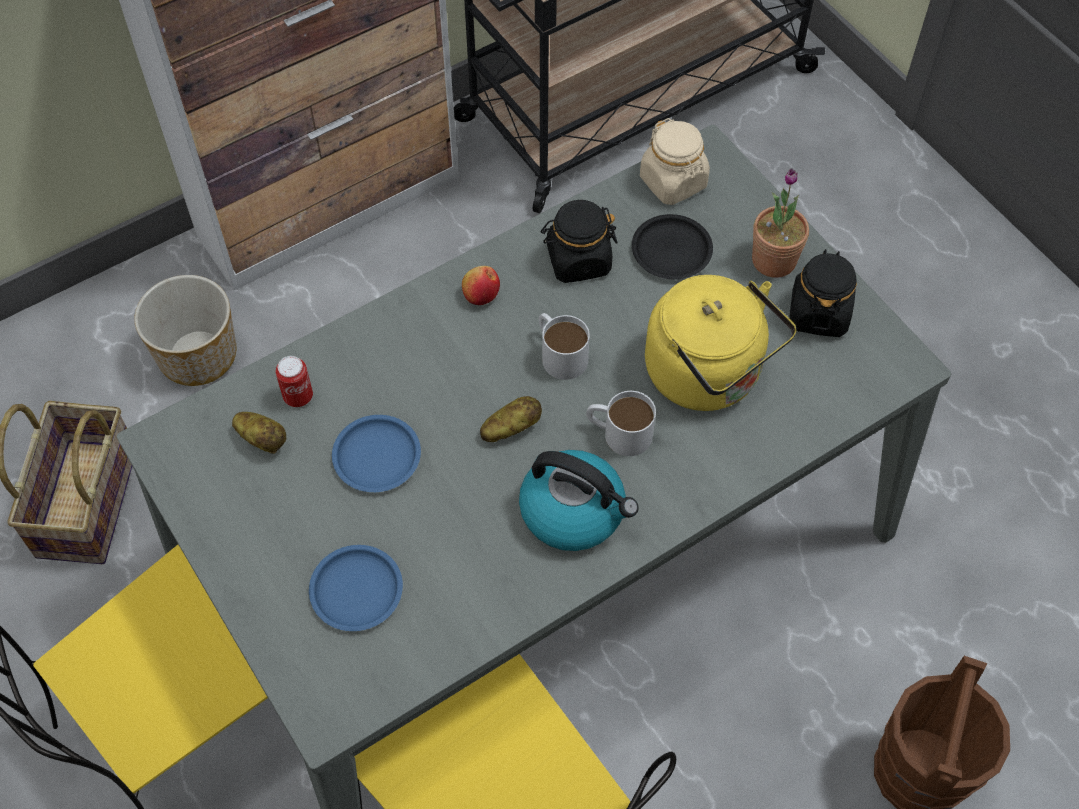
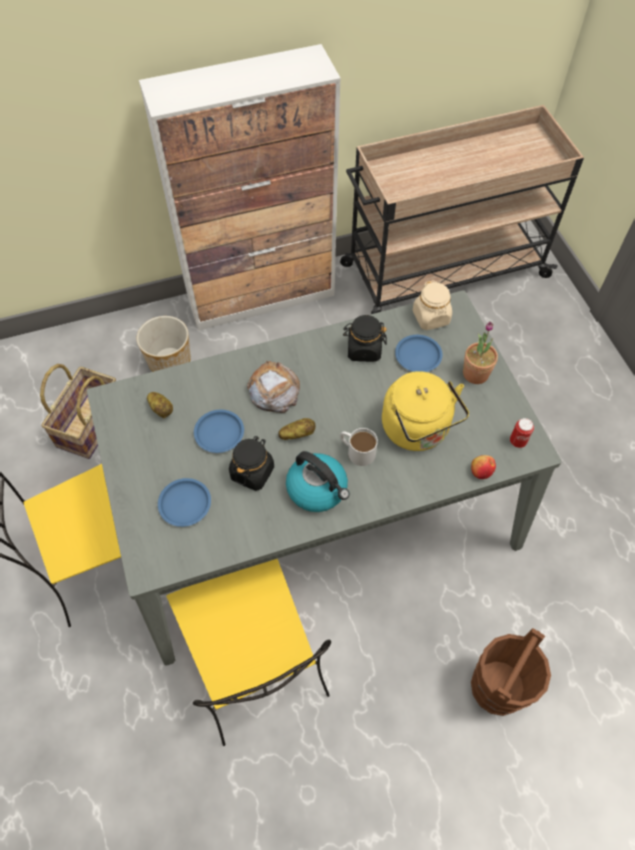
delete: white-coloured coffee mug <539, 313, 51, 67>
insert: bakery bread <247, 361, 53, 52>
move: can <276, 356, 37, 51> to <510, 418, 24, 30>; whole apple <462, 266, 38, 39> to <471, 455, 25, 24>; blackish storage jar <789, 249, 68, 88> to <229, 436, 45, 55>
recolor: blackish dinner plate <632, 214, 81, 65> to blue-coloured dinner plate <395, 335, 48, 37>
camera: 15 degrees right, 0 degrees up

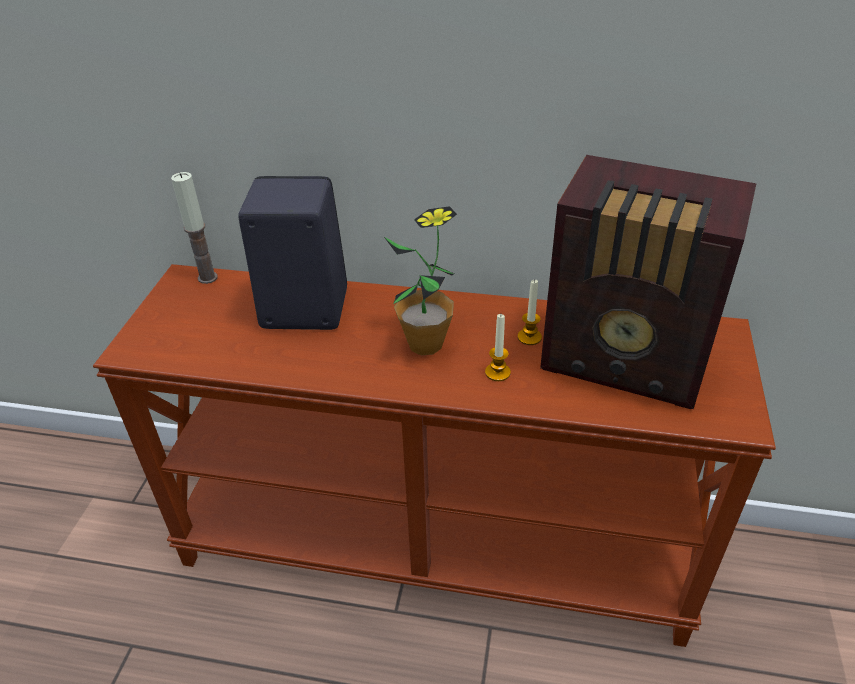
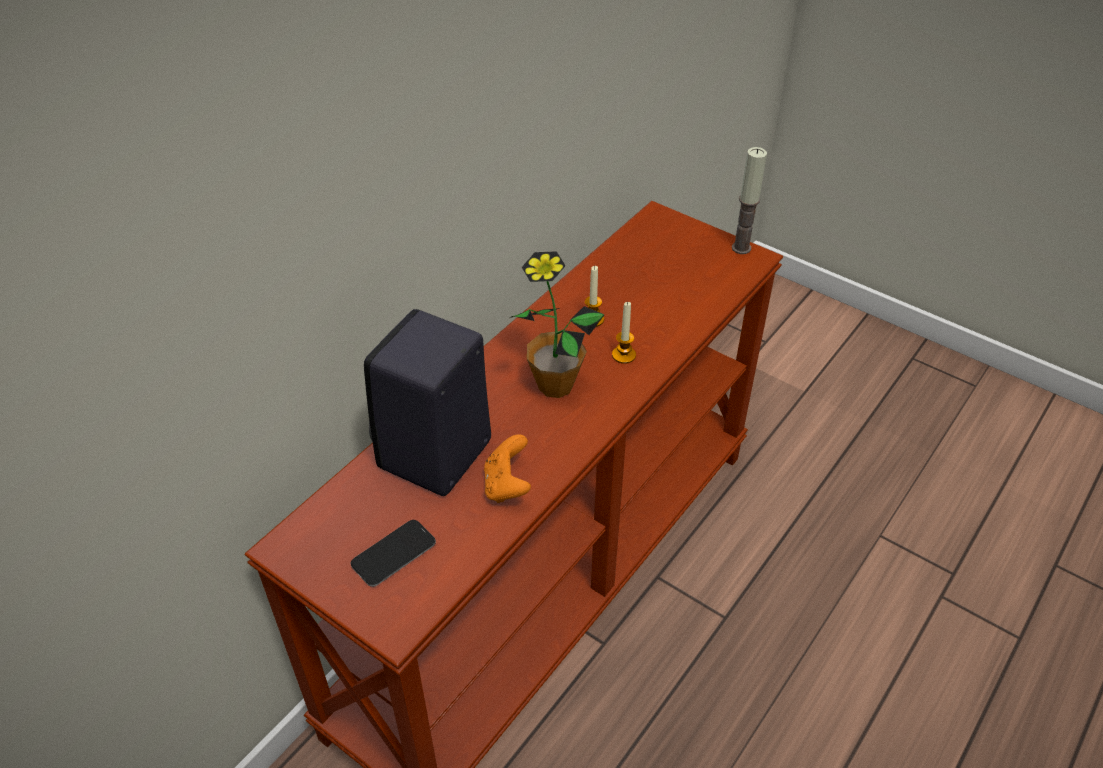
delete: radio set <540, 155, 217, 254>
insert: handset <351, 520, 85, 67>; orangey gamepad <484, 434, 47, 69>
move: candle <171, 172, 47, 112> to <732, 147, 35, 107>
camera: 65 degrees left, 5 degrees up

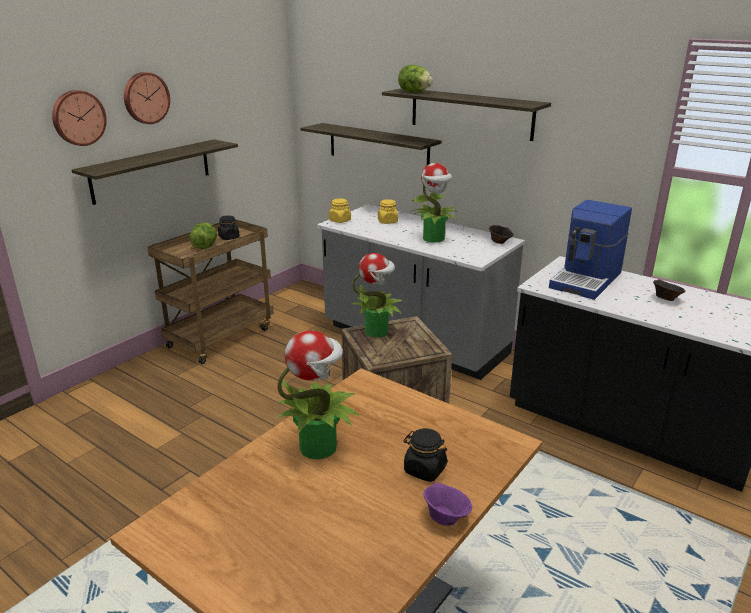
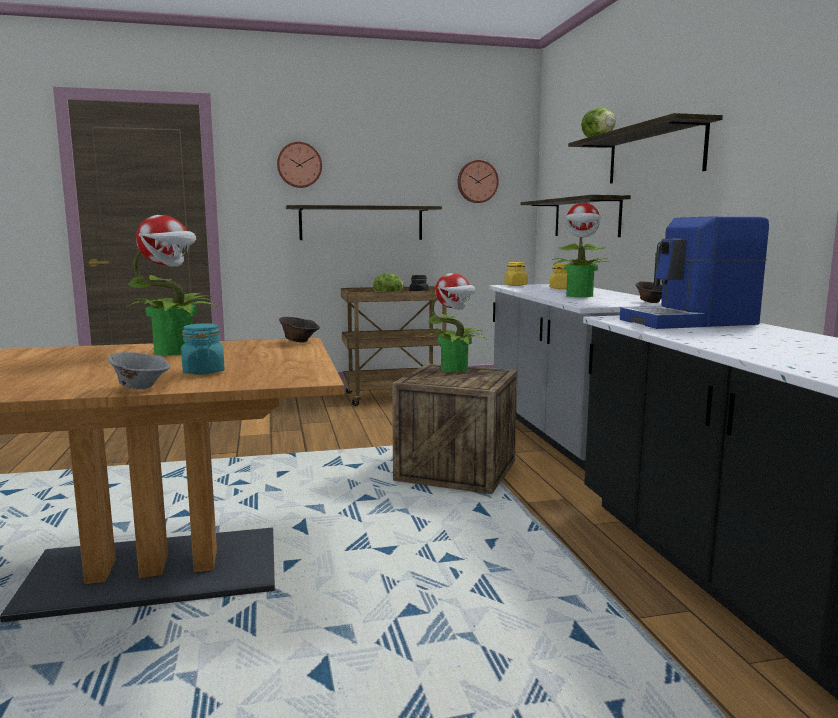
move: clock on the wall <124, 72, 46, 52> to <457, 160, 42, 43>; brown deep dish <653, 280, 32, 21> to <279, 317, 41, 26>
recolor: blackish storage jar <404, 428, 44, 54> to blue-green storage jar <181, 324, 44, 51>; purple-coloured deep dish <423, 483, 49, 43> to gray deep dish <108, 352, 62, 37>
camera: 40 degrees right, 15 degrees down

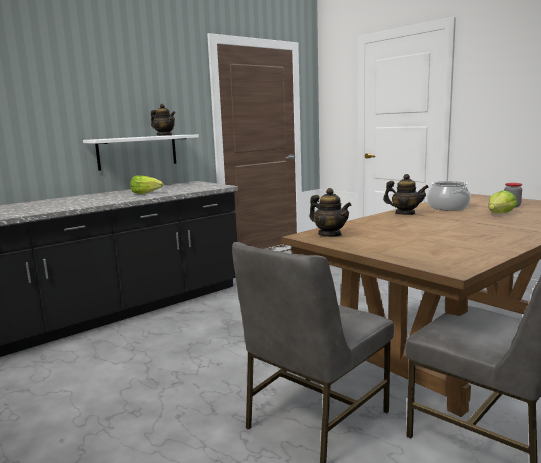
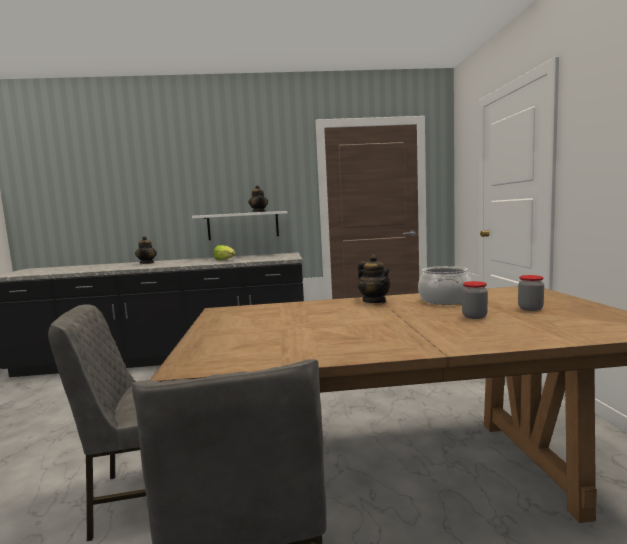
move: pot for tea <309, 188, 42, 49> to <135, 236, 22, 28>
replace: lettuce <488, 190, 30, 23> to storage jar <462, 281, 26, 38>
camera: 35 degrees right, 5 degrees down

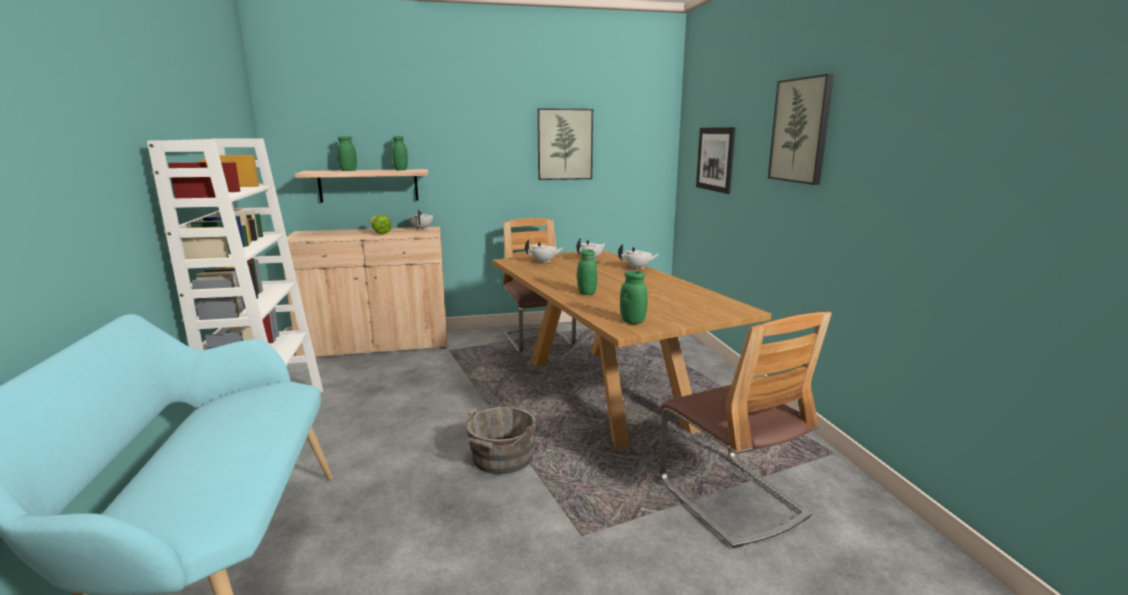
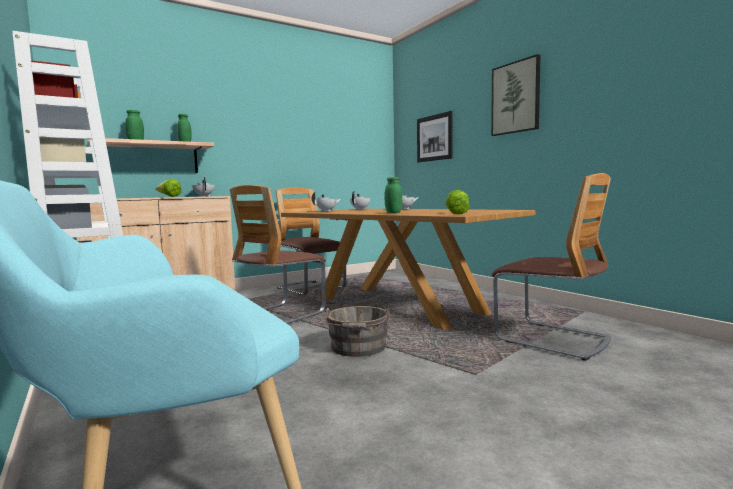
delete: wall picture <537, 108, 56, 72>
insert: upright chair <230, 185, 96, 139>
replace: green-coloured storage jar <620, 271, 28, 53> to lettuce <445, 190, 25, 25>
camera: 20 degrees left, 10 degrees down

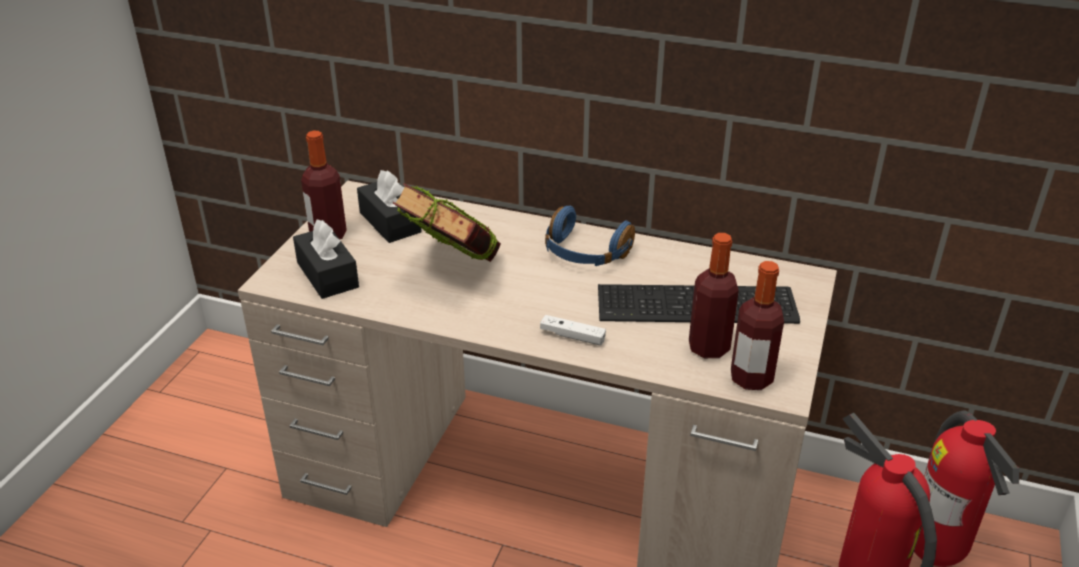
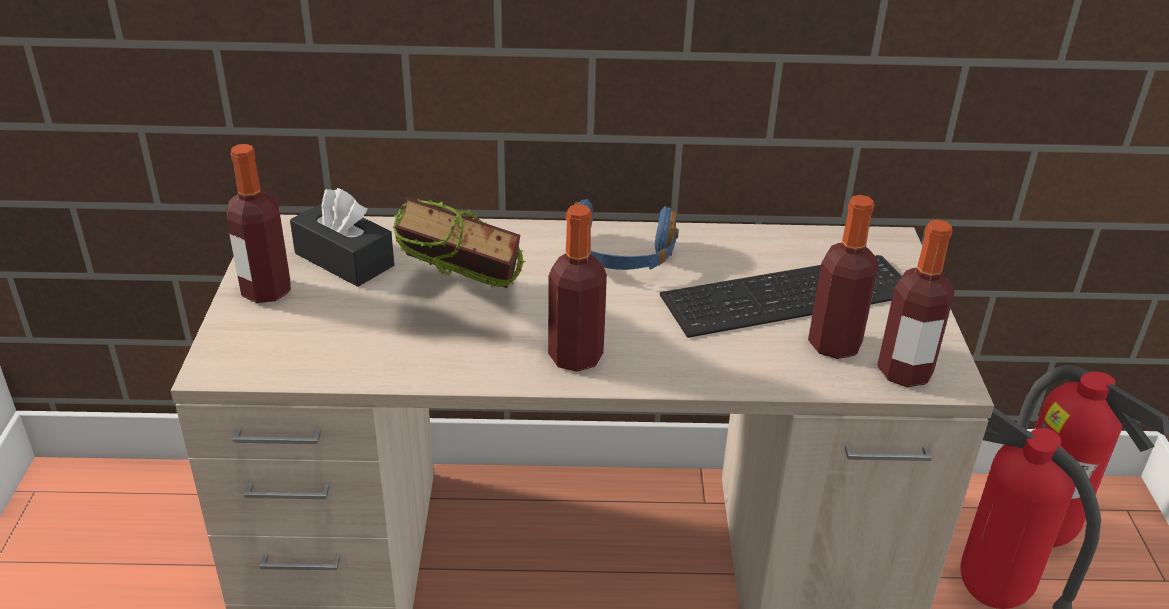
delete: blackish box of tissues <293, 219, 66, 80>; white-coloured gamepad <540, 315, 66, 31>
insert: drink bottle <548, 204, 59, 168>
camera: 20 degrees left, 0 degrees up

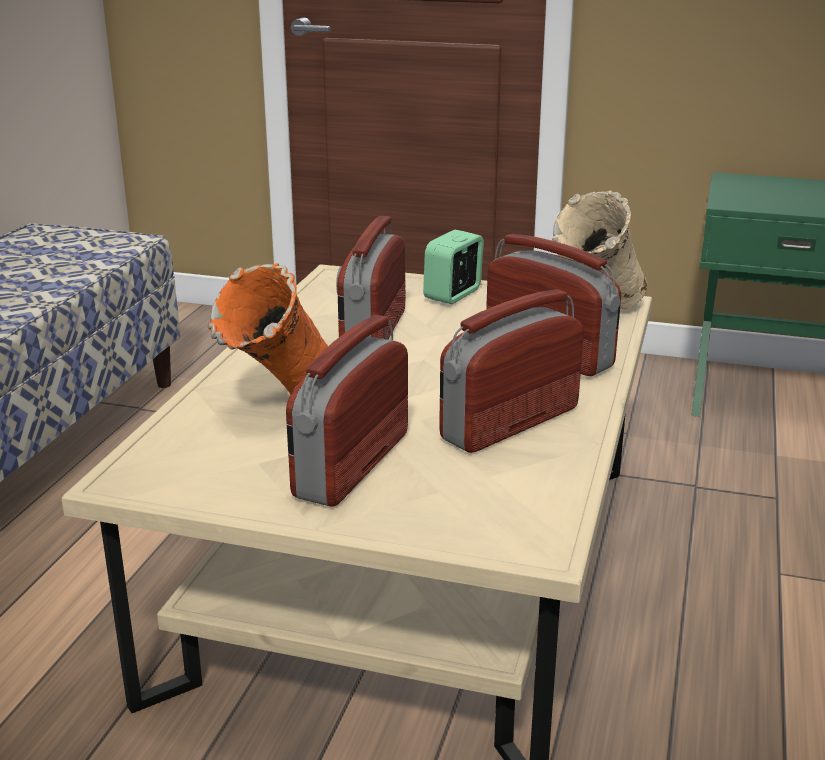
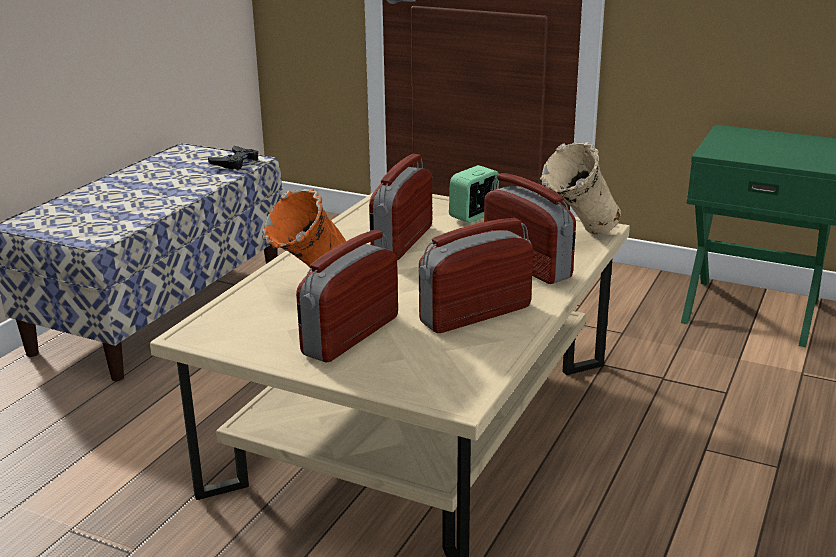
insert: blackish gamepad <208, 146, 50, 24>
camera: 10 degrees right, 0 degrees up

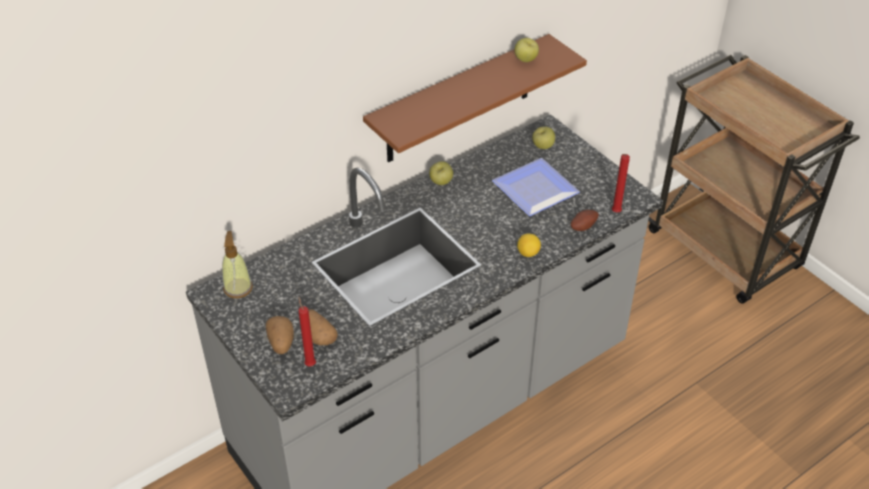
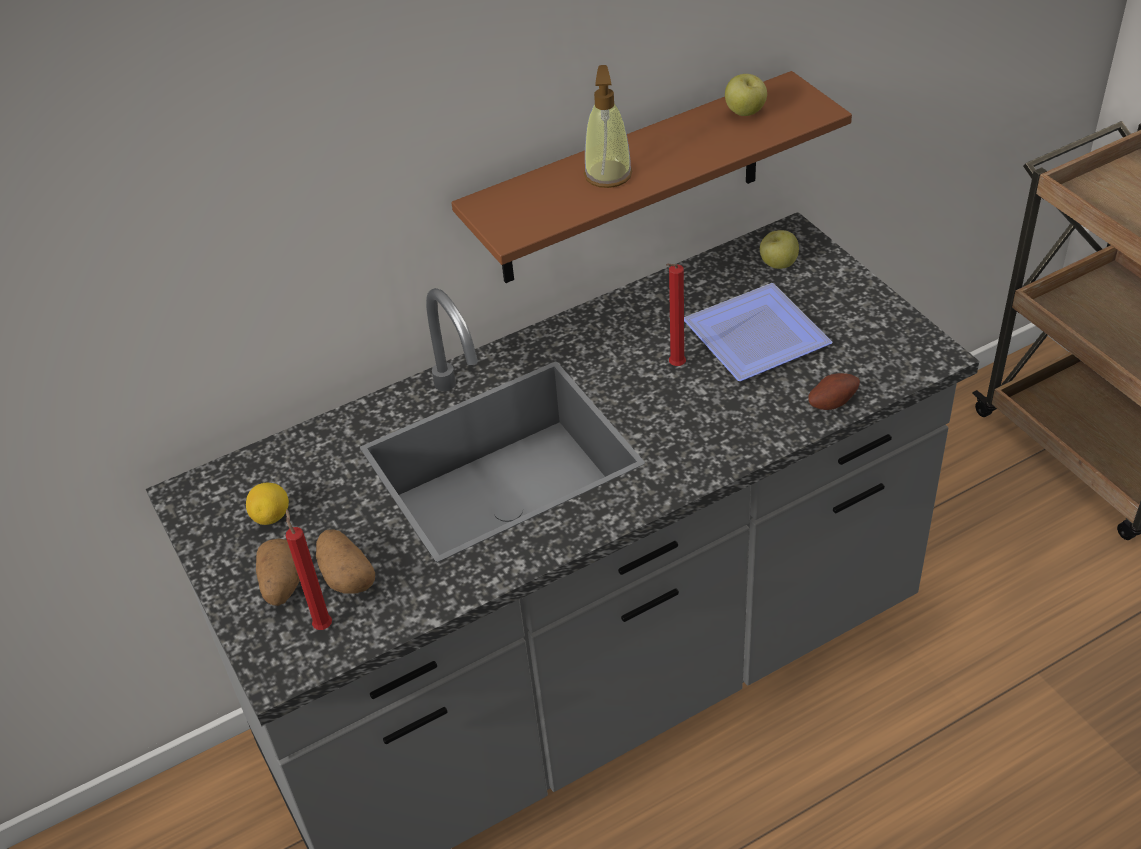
delete: whole apple <429, 161, 24, 24>
move: soap dispenser <222, 231, 31, 67> to <584, 65, 48, 123>; citrus fruit <517, 234, 24, 23> to <246, 483, 43, 42>; reddish candle <612, 154, 18, 58> to <666, 264, 20, 102>
camera: 10 degrees right, 0 degrees up

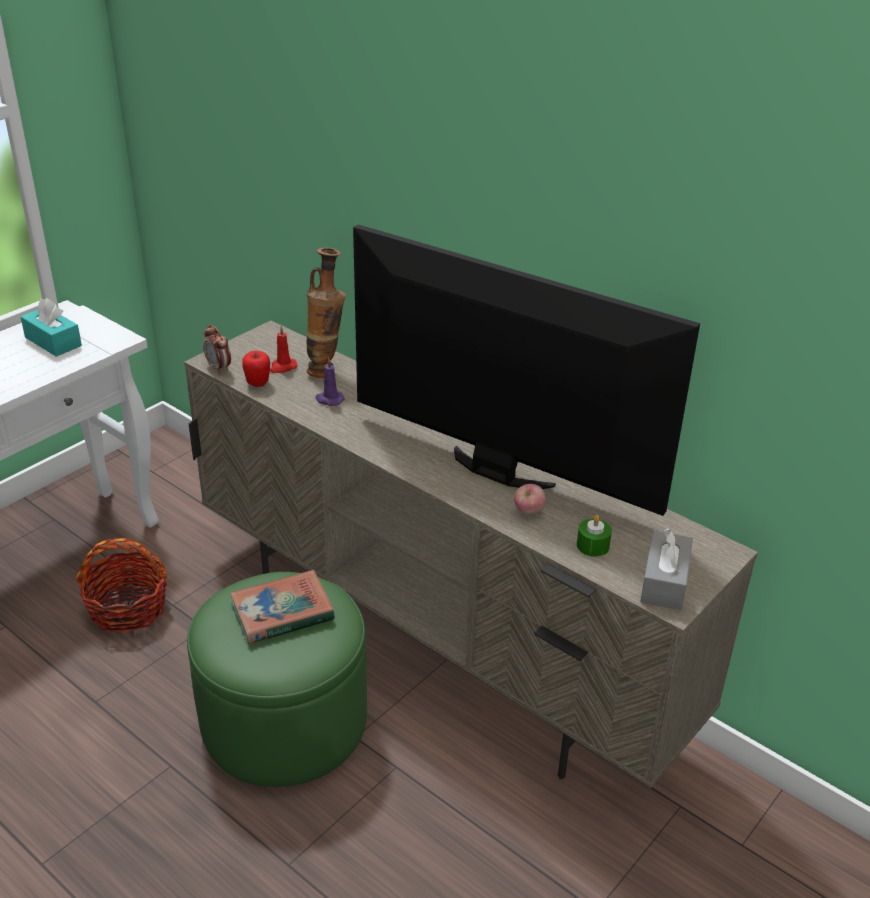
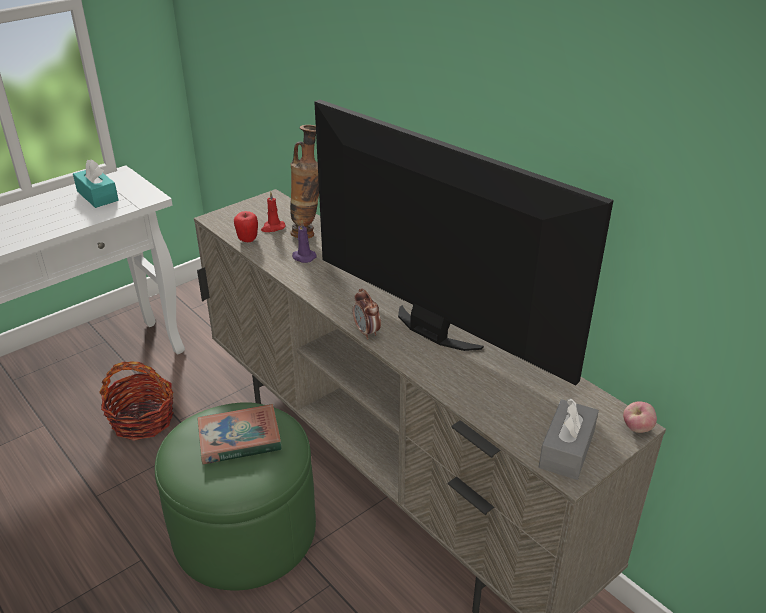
delete: green-coloured candle <577, 515, 35, 42>
move: alarm clock <203, 324, 28, 50> to <353, 289, 28, 50>; whole apple <514, 484, 32, 31> to <623, 401, 34, 32>
camera: 10 degrees right, 0 degrees up

